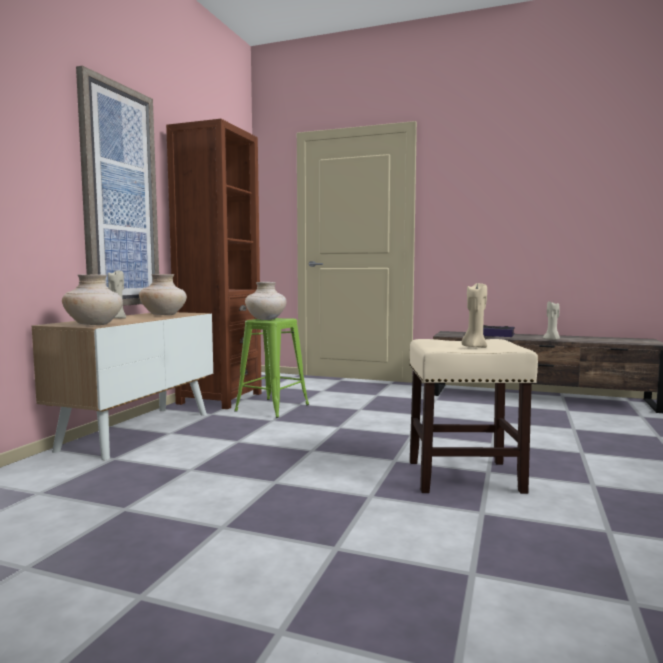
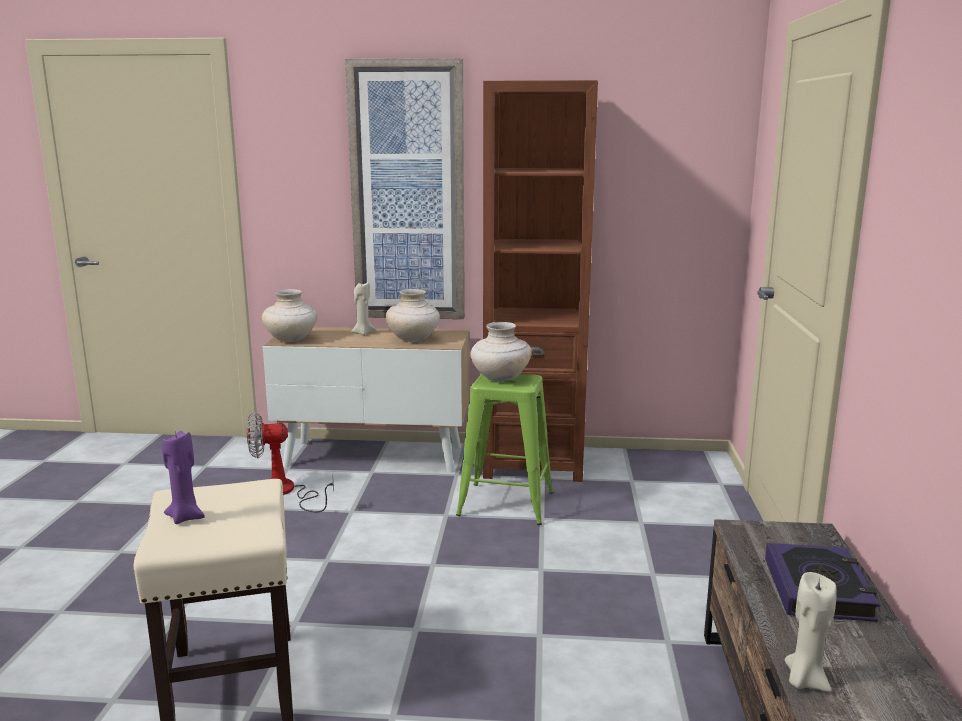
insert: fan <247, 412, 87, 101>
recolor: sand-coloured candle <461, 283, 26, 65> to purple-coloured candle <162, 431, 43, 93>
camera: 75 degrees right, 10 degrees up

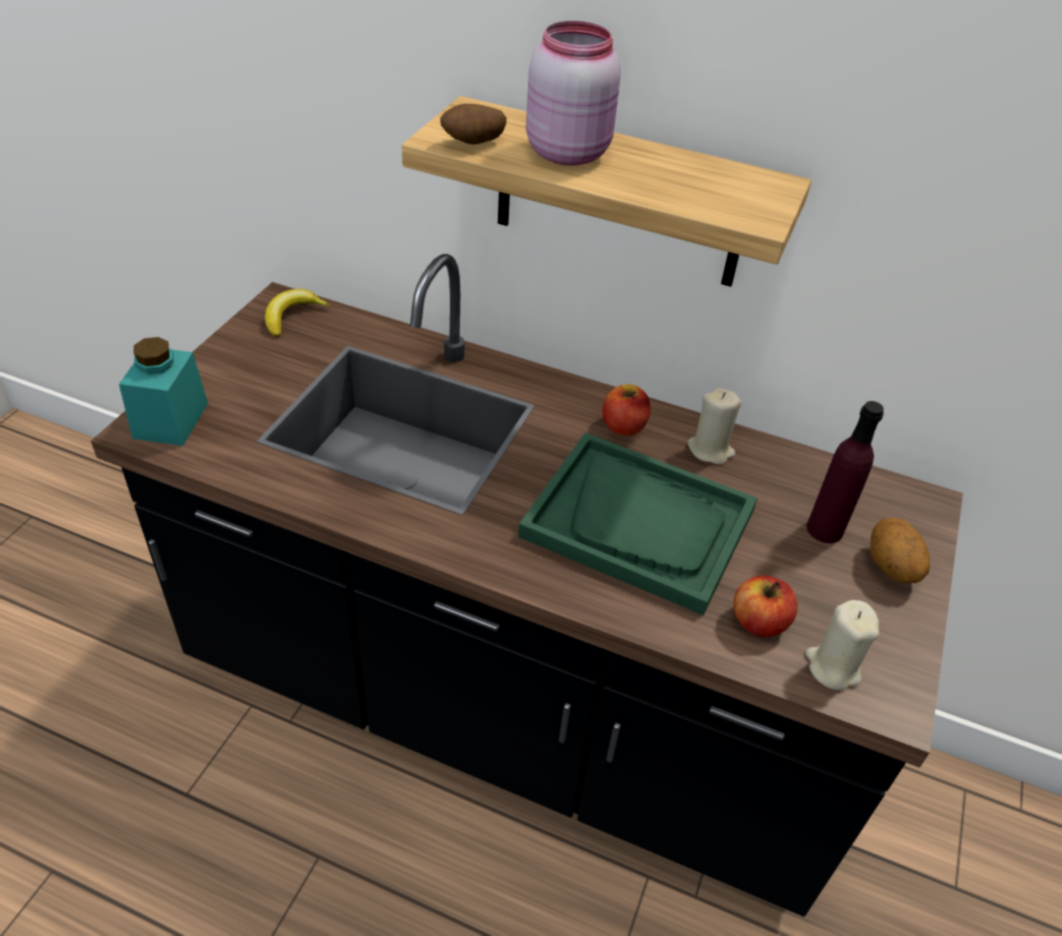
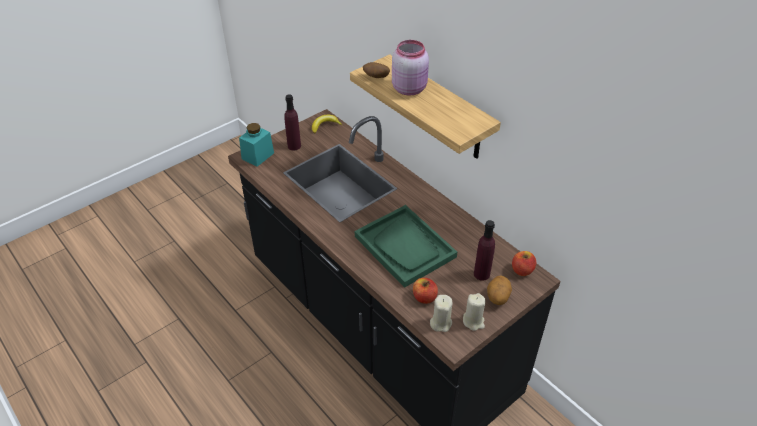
insert: purple-coloured drink bottle <284, 94, 17, 57>
move: whole apple <603, 384, 48, 52> to <512, 251, 24, 25>; sand-coloured candle <688, 388, 53, 76> to <463, 293, 23, 38>
camera: 30 degrees right, 0 degrees up

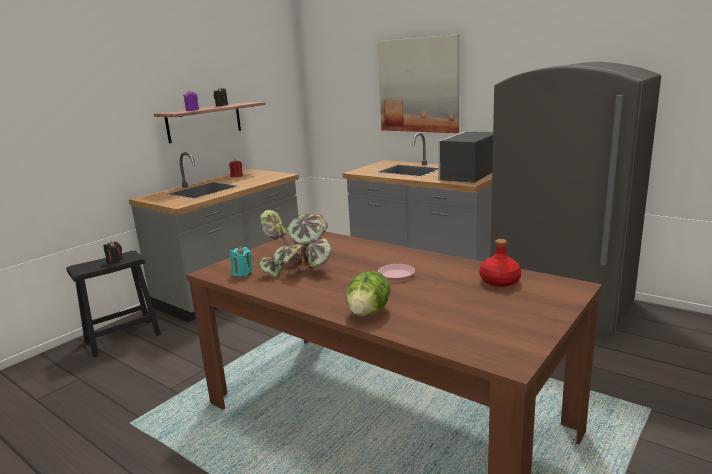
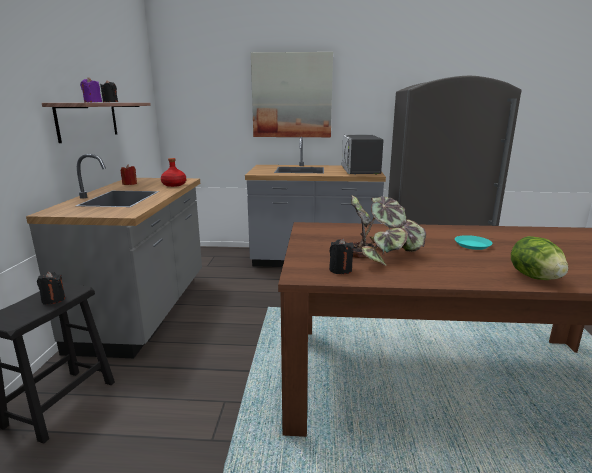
move: reddish drink bottle <479, 239, 42, 48> to <161, 158, 25, 29>
recolor: blue-green candle <230, 246, 23, 31> to blackish candle <329, 238, 25, 36>; pinkish dinner plate <378, 264, 37, 17> to blue-green dinner plate <455, 235, 37, 15>
camera: 35 degrees left, 0 degrees up

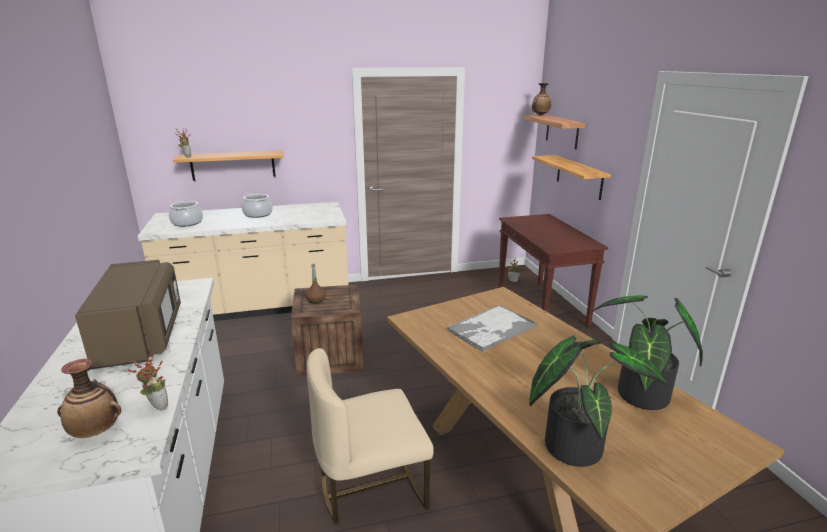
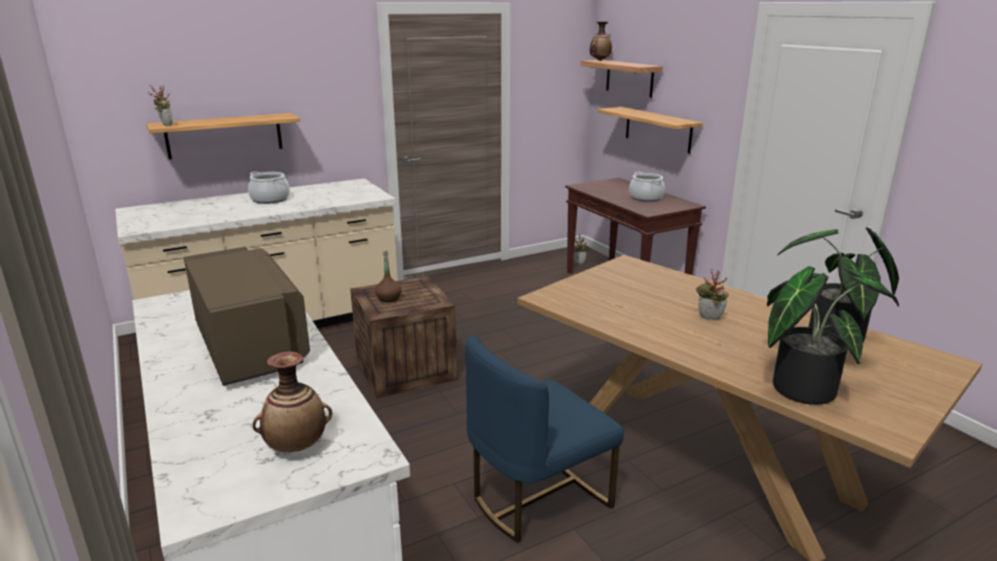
delete: tray <446, 305, 90, 47>
move: houseplant <128, 352, 40, 58> to <696, 269, 33, 51>; saucepot <169, 199, 34, 28> to <629, 172, 36, 30>
recolor: sand-coloured upright chair <306, 348, 128, 176> to blue-coloured upright chair <465, 335, 159, 208>
camera: 15 degrees left, 0 degrees up

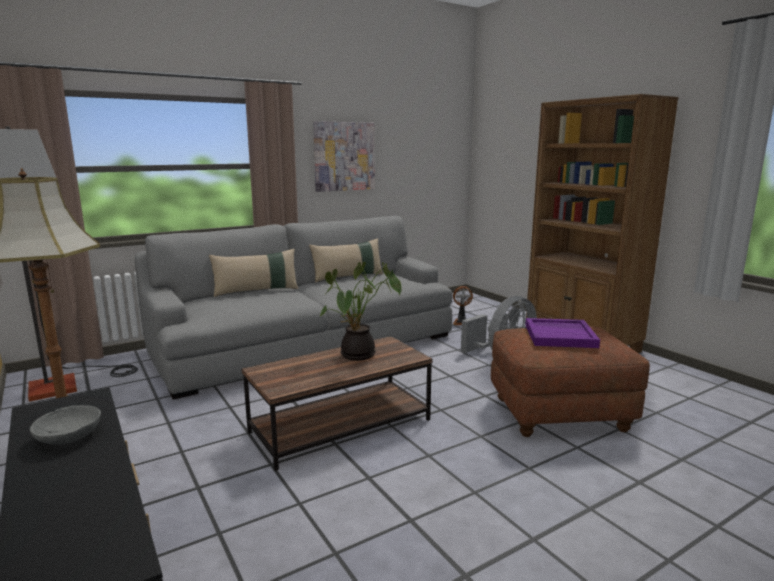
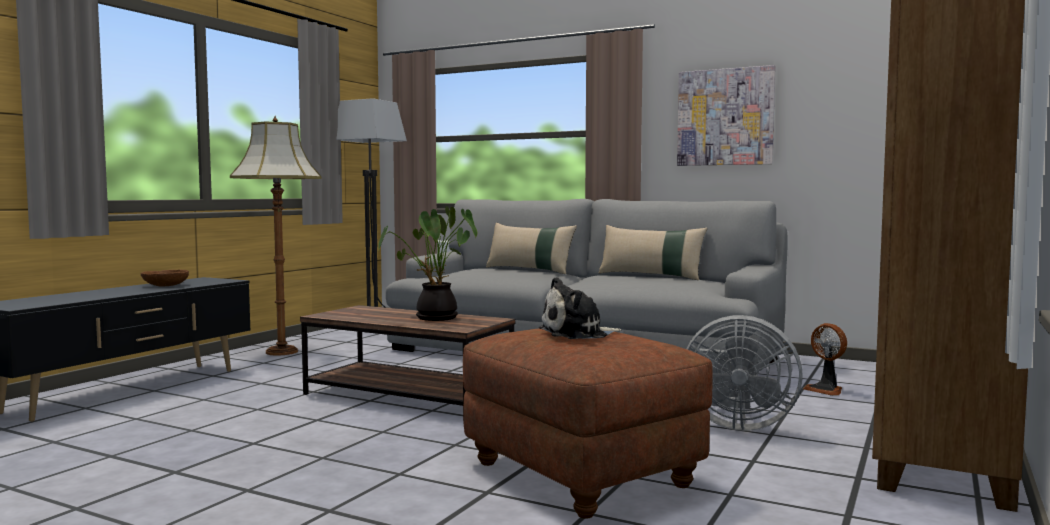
replace: purple-coloured tray <525, 318, 75, 30> to soft toy <539, 277, 82, 62>
recolor: gray deep dish <30, 405, 71, 39> to brown deep dish <141, 270, 48, 17>
camera: 60 degrees right, 10 degrees down

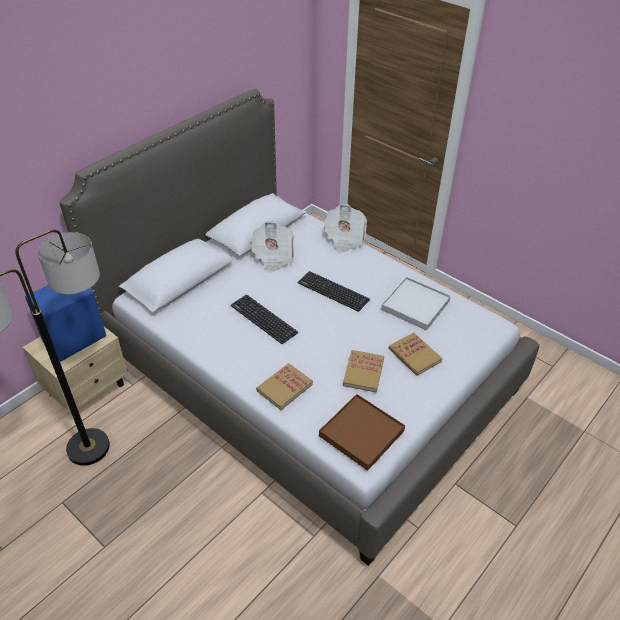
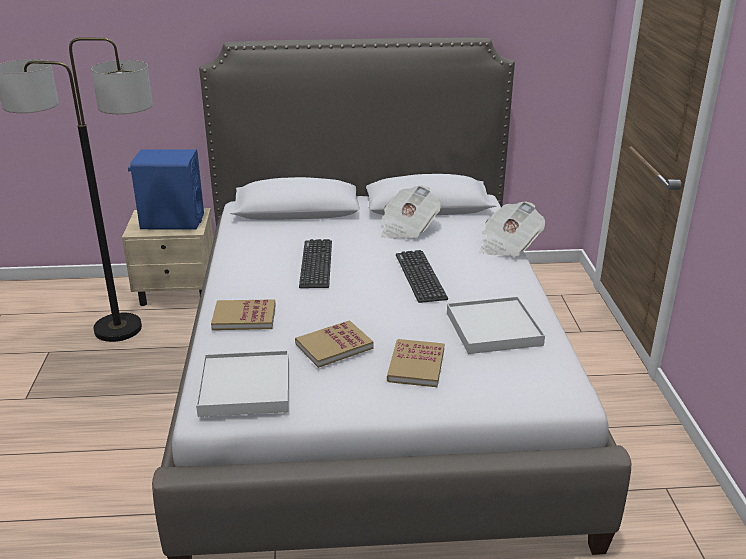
recolor: brown tray <319, 394, 86, 77> to white-coloured tray <196, 350, 93, 67>
camera: 45 degrees right, 15 degrees down

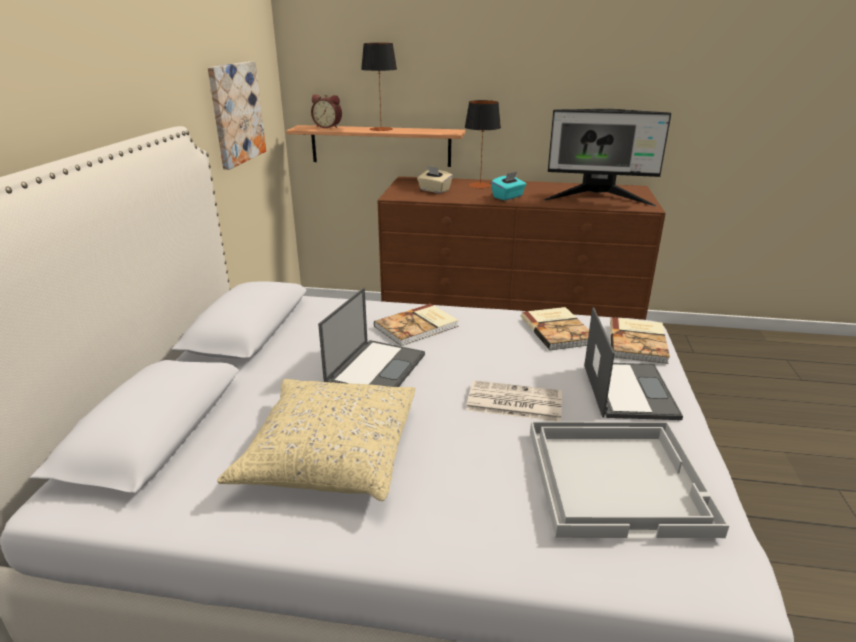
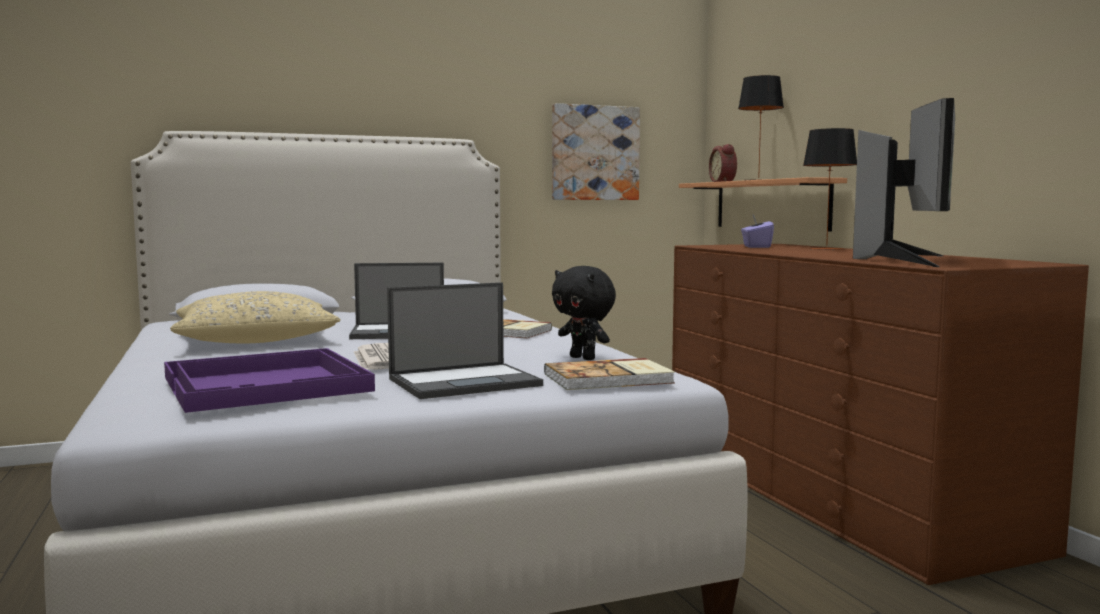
delete: blue-green box of tissues <491, 172, 35, 28>
replace: book <521, 307, 68, 43> to blackish soft toy <552, 266, 64, 94>
recolor: sand-coloured box of tissues <417, 166, 36, 27> to purple-coloured box of tissues <741, 214, 33, 34>; white-coloured tray <530, 422, 199, 116> to purple-coloured tray <164, 348, 211, 65>
rotate: computer display <544, 109, 127, 97> = <853, 98, 102, 169> 135 degrees counterclockwise
camera: 60 degrees right, 20 degrees down

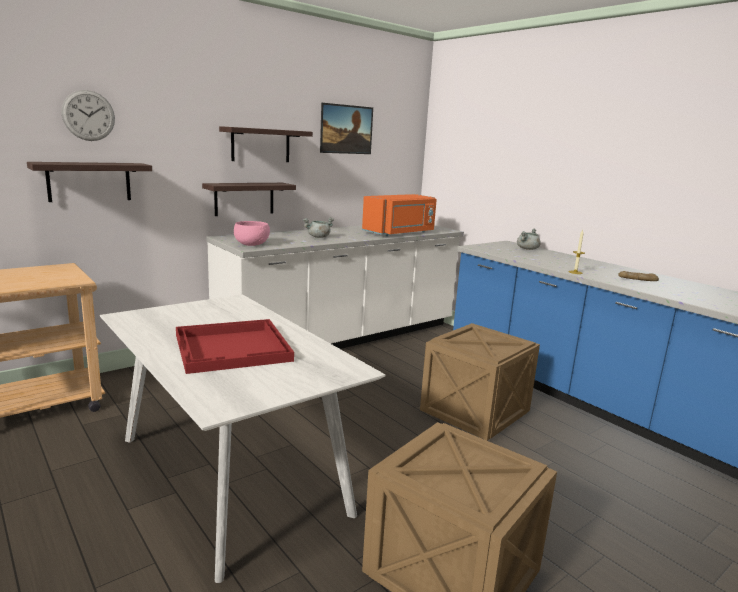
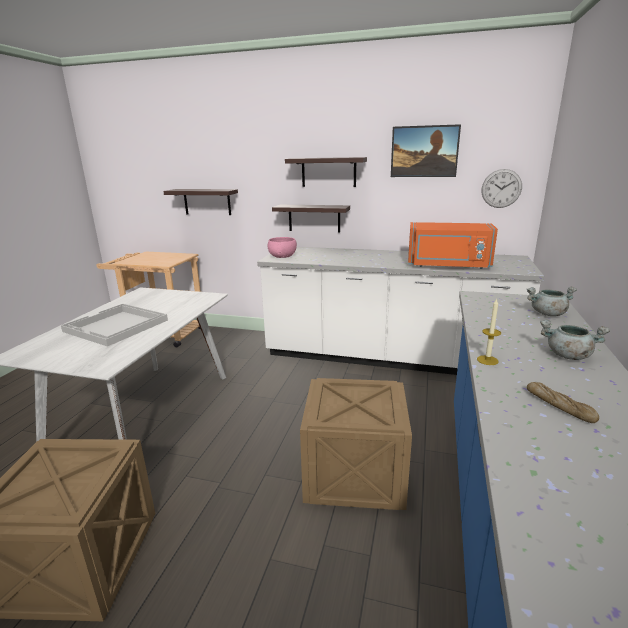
move: clock on the wall <61, 90, 54, 51> to <482, 169, 40, 39>; gray saucepot <303, 217, 31, 21> to <540, 320, 70, 40>
recolor: reddish tray <176, 319, 118, 55> to white-coloured tray <61, 304, 107, 43>
camera: 55 degrees right, 5 degrees up

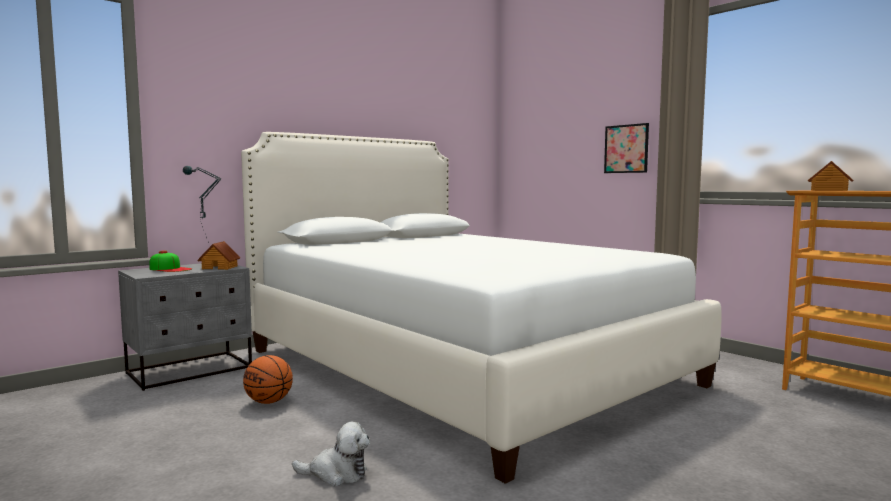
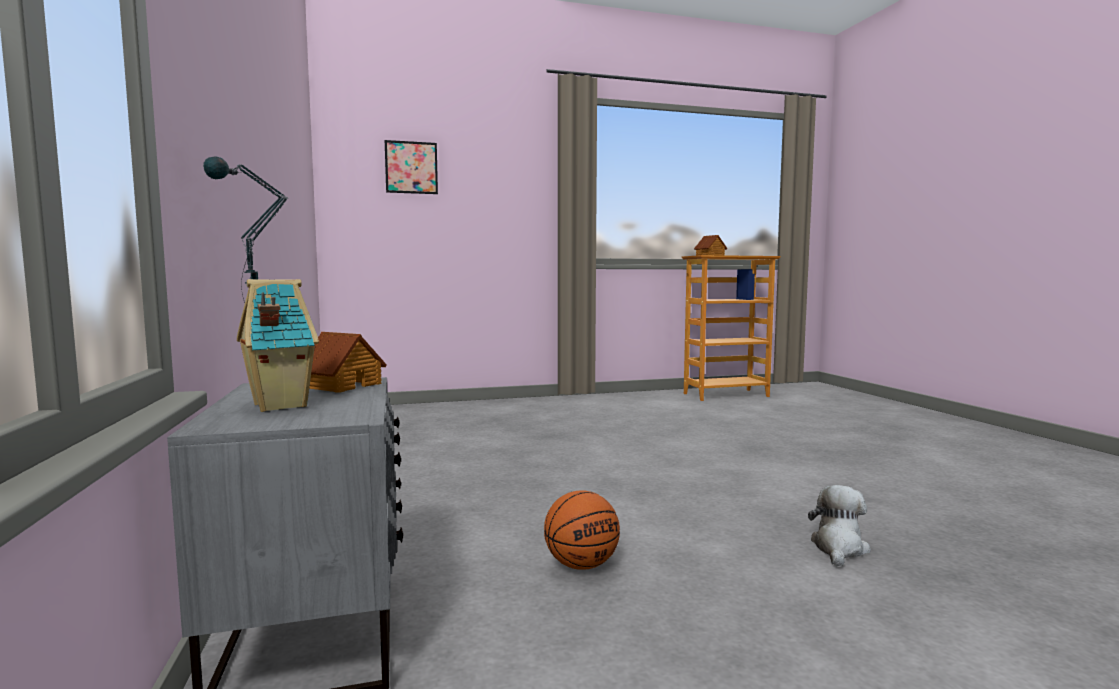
delete: white-coloured sleeping bed <241, 132, 481, 352>
move: wall picture <604, 123, 45, 50> to <385, 140, 53, 54>
replace: baseball cap <150, 251, 42, 21> to toy house <237, 279, 82, 133>
camera: 65 degrees left, 0 degrees up

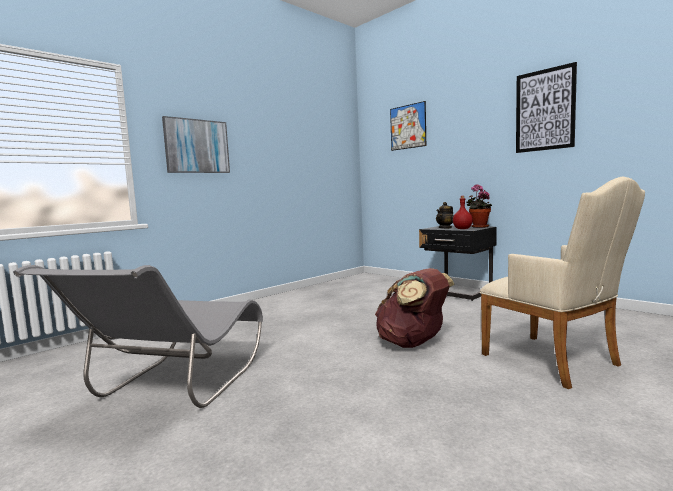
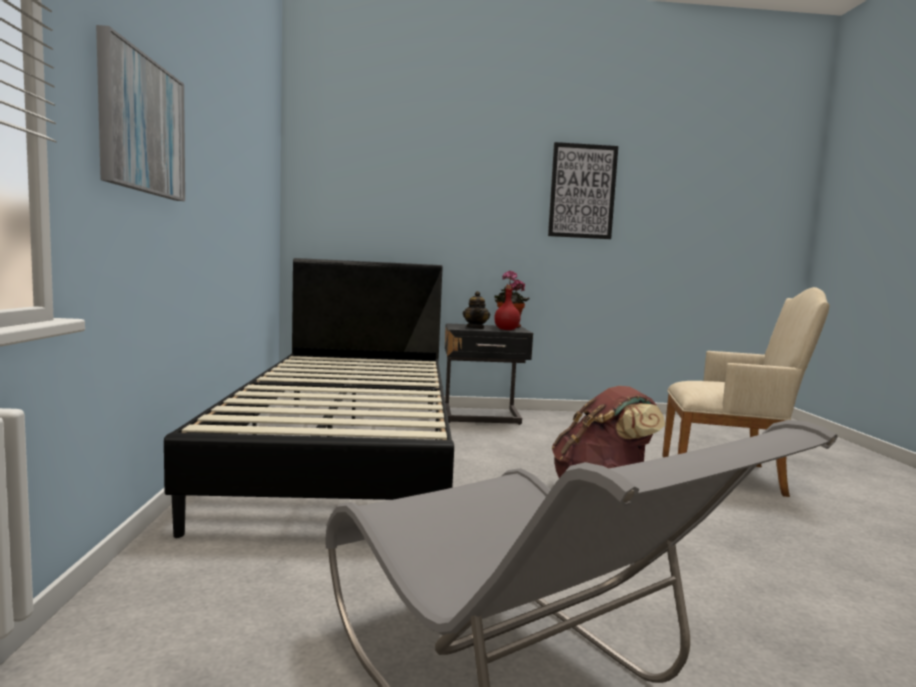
delete: wall picture <390, 101, 36, 50>
insert: blackish sleeping bed <164, 258, 290, 280>
camera: 50 degrees left, 0 degrees up

